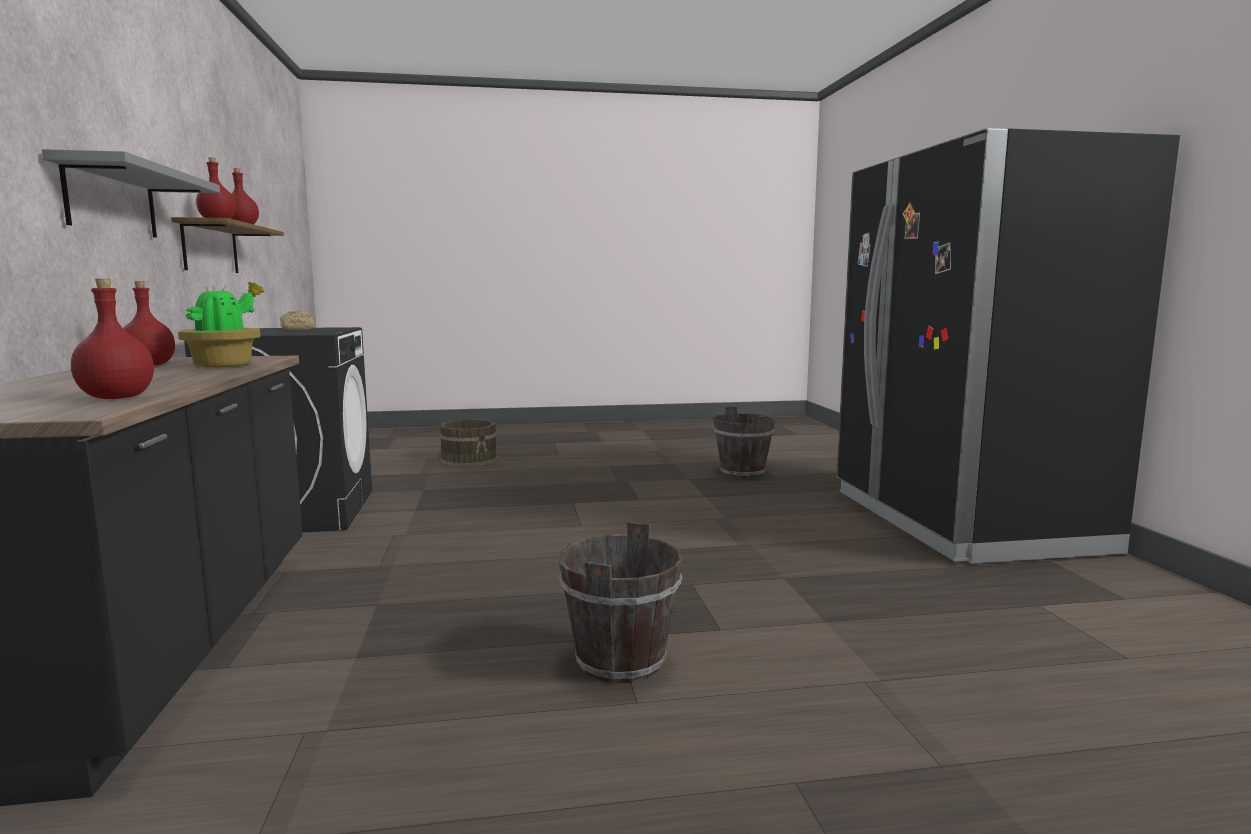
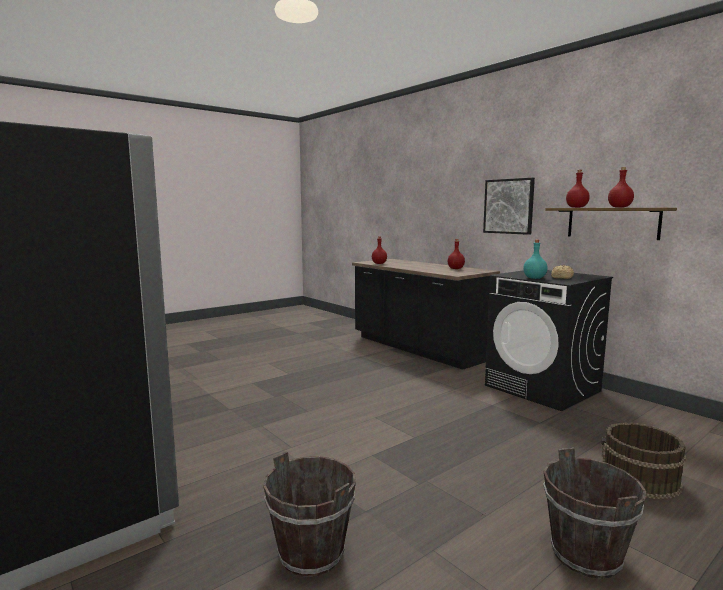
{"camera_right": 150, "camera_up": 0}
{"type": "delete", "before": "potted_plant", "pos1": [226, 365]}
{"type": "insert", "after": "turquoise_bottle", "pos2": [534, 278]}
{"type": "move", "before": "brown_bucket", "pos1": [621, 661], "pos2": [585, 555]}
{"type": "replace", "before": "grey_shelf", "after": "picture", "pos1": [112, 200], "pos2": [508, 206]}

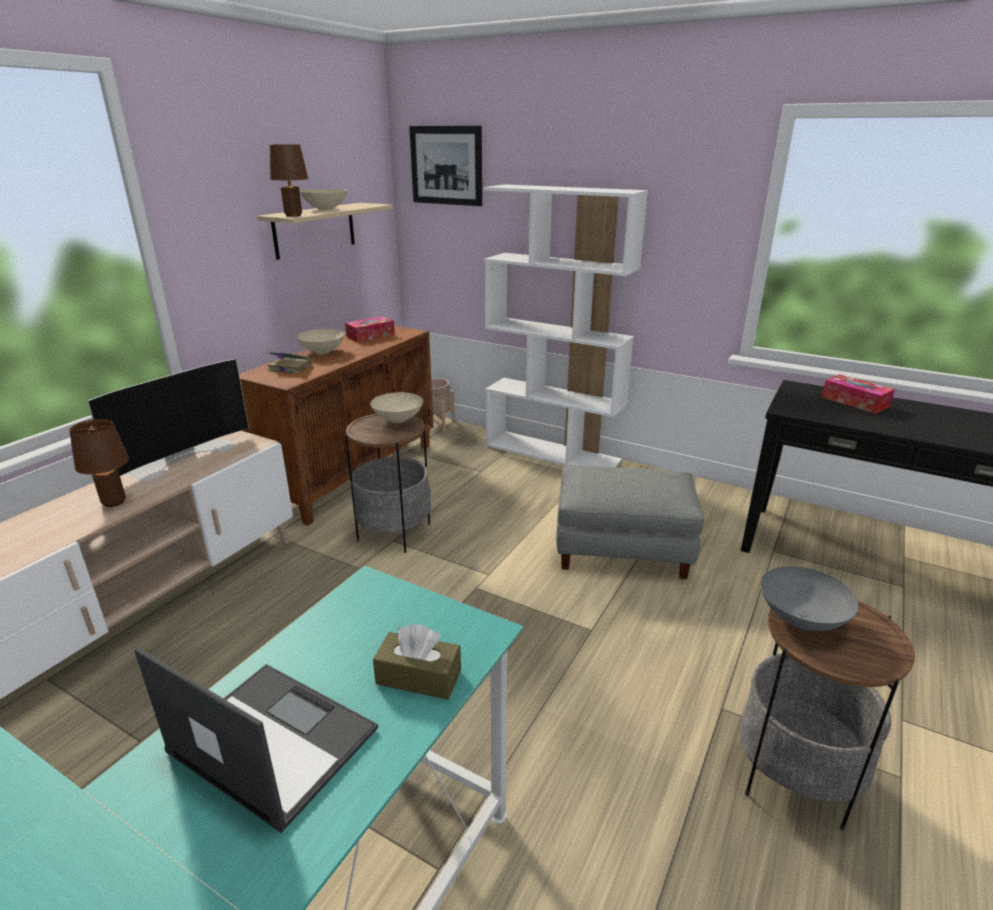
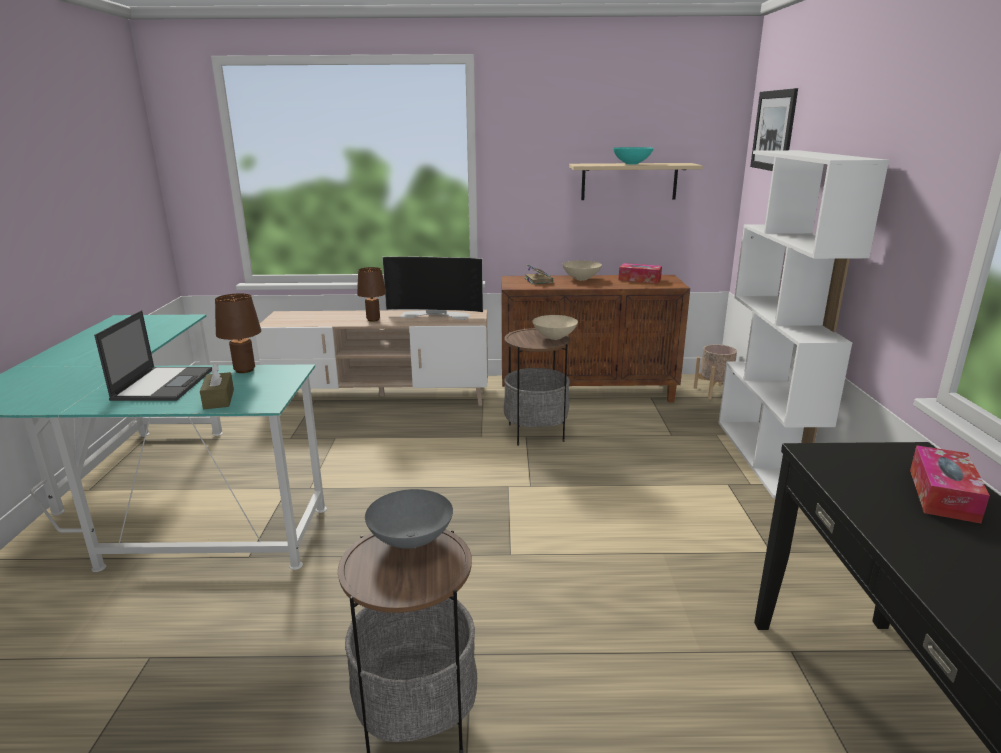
{"camera_right": 60, "camera_up": -5}
{"type": "delete", "before": "grey_ottoman", "pos1": [621, 549]}
{"type": "move", "before": "brown_table_lamp", "pos1": [293, 215], "pos2": [245, 370]}
{"type": "recolor", "before": "beige_bowl", "after": "turquoise_bowl", "pos1": [326, 209], "pos2": [632, 164]}

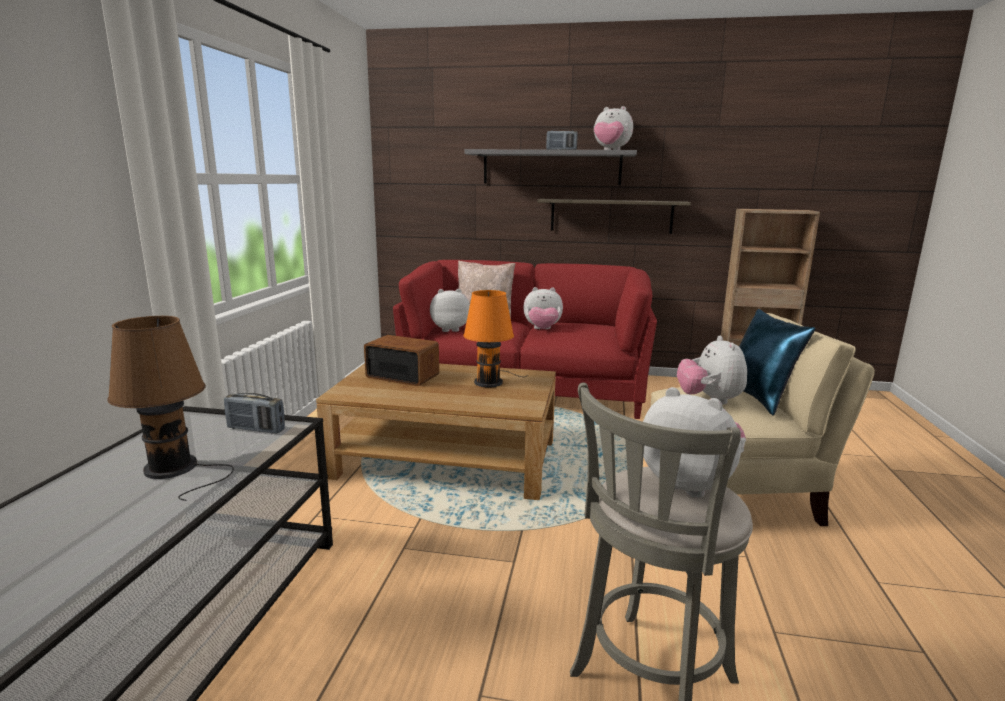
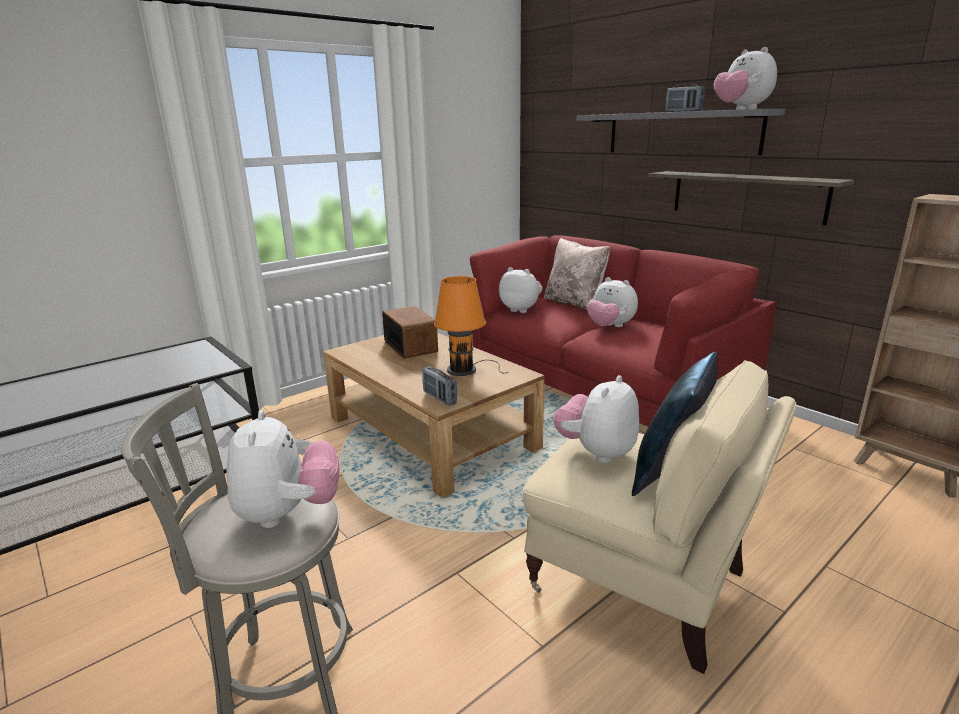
{"camera_right": 40, "camera_up": 5}
{"type": "delete", "before": "brown_table_lamp", "pos1": [175, 469]}
{"type": "move", "before": "radio", "pos1": [256, 429], "pos2": [439, 398]}

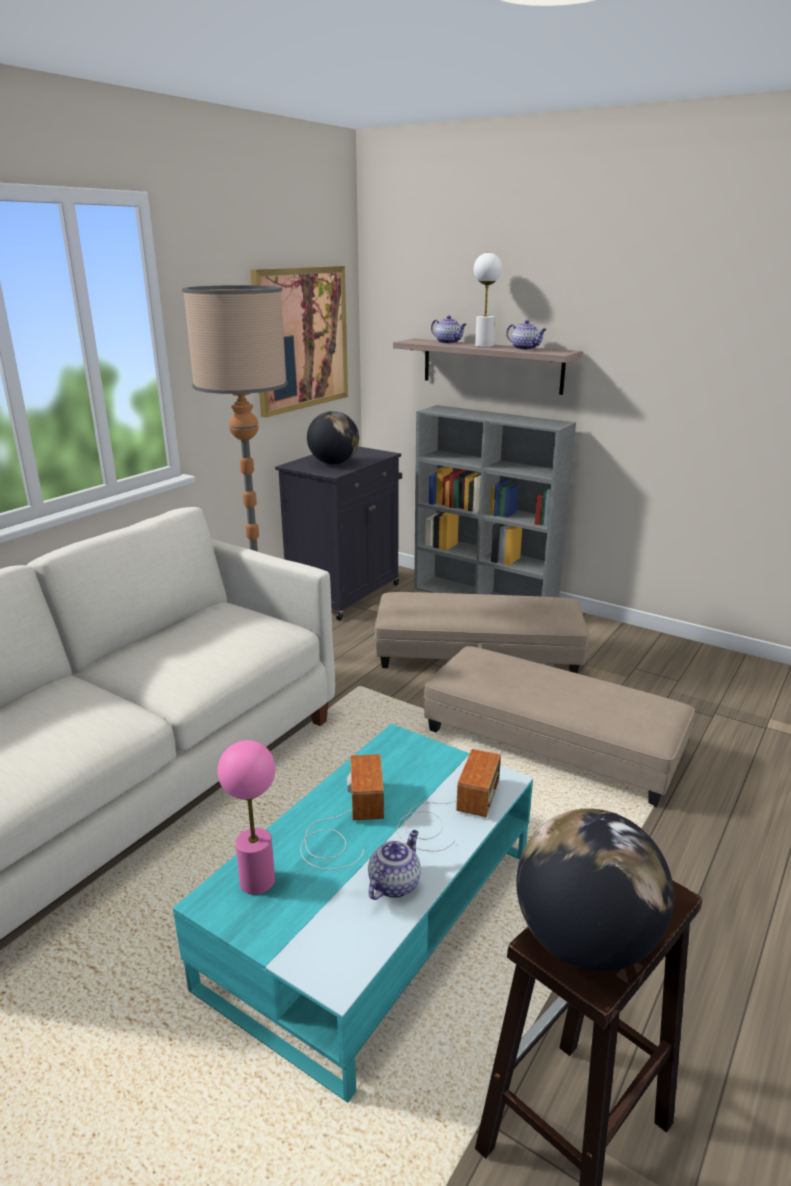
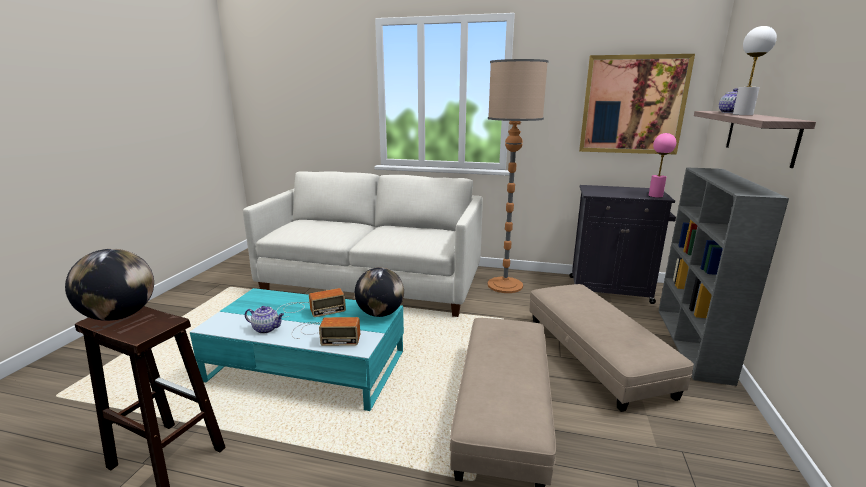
{"camera_right": 70, "camera_up": -5}
{"type": "delete", "before": "teapot", "pos1": [525, 349]}
{"type": "move", "before": "pink_table_lamp", "pos1": [257, 881], "pos2": [655, 196]}
{"type": "move", "before": "globe", "pos1": [333, 463], "pos2": [380, 313]}

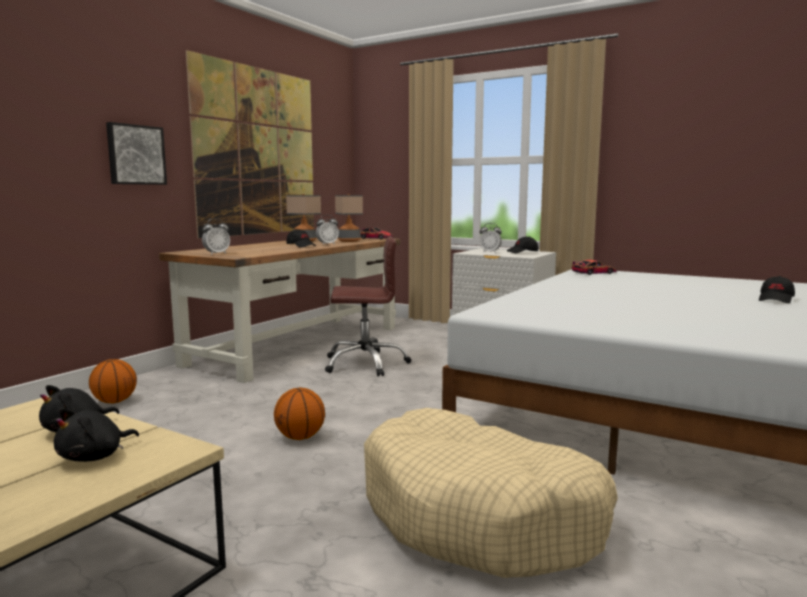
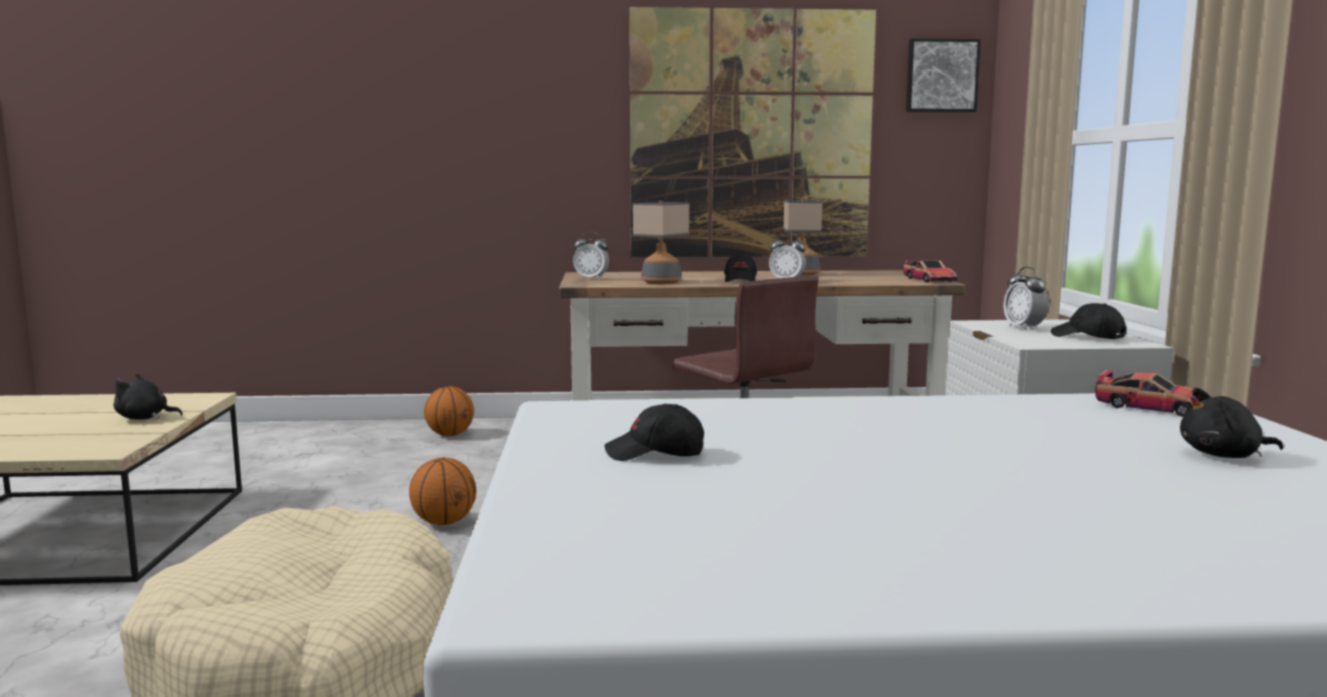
{"camera_right": 55, "camera_up": 0}
{"type": "move", "before": "black_plush_toy", "pos1": [95, 457], "pos2": [1224, 455]}
{"type": "move", "before": "picture", "pos1": [135, 155], "pos2": [941, 76]}
{"type": "move", "before": "table_lamp", "pos1": [349, 241], "pos2": [661, 282]}
{"type": "move", "before": "black_cap", "pos1": [776, 300], "pos2": [655, 454]}

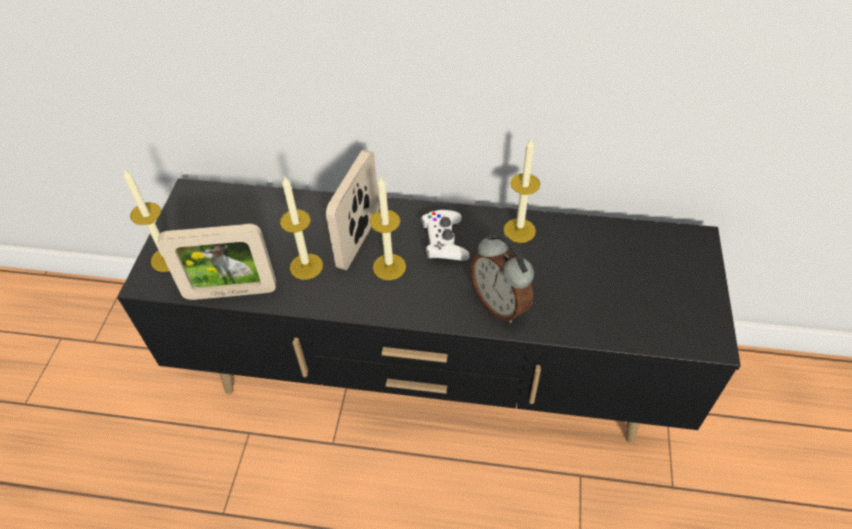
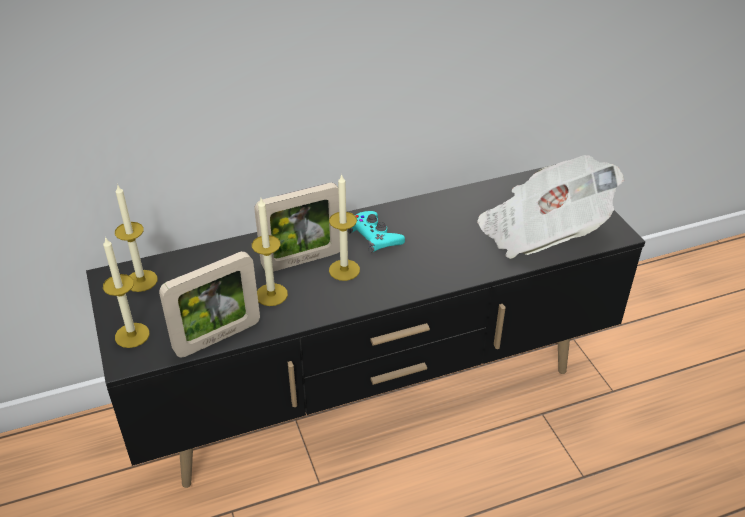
{"camera_right": -30, "camera_up": -10}
{"type": "delete", "before": "alarm_clock", "pos1": [500, 304]}
{"type": "insert", "after": "newspaper", "pos2": [542, 232]}
{"type": "move", "before": "candle", "pos1": [519, 230], "pos2": [141, 281]}
{"type": "recolor", "before": "white_game_controller", "after": "turquoise_game_controller", "pos1": [444, 241], "pos2": [374, 236]}
{"type": "rotate", "before": "picture_frame", "pos1": [359, 240], "pos2": [302, 260], "turn": -105}

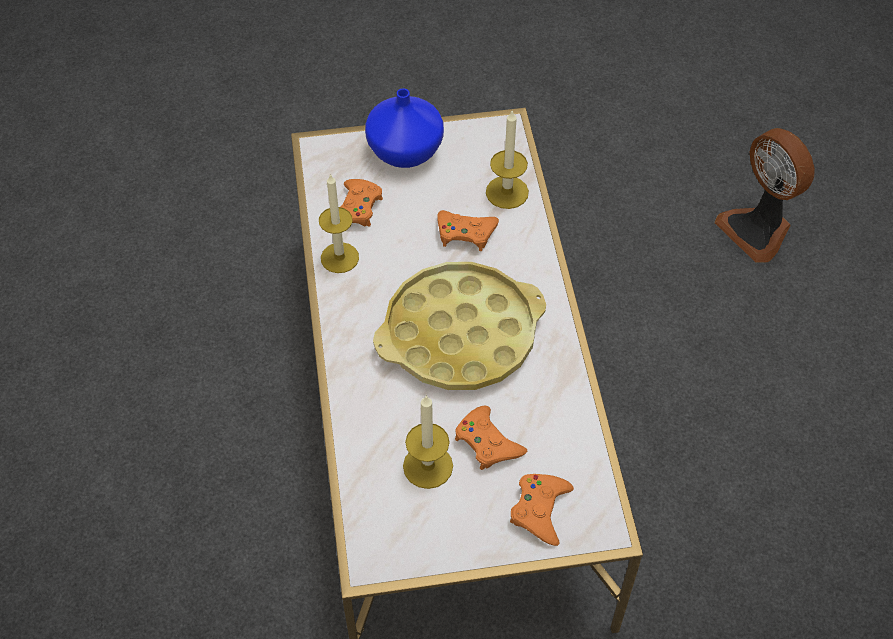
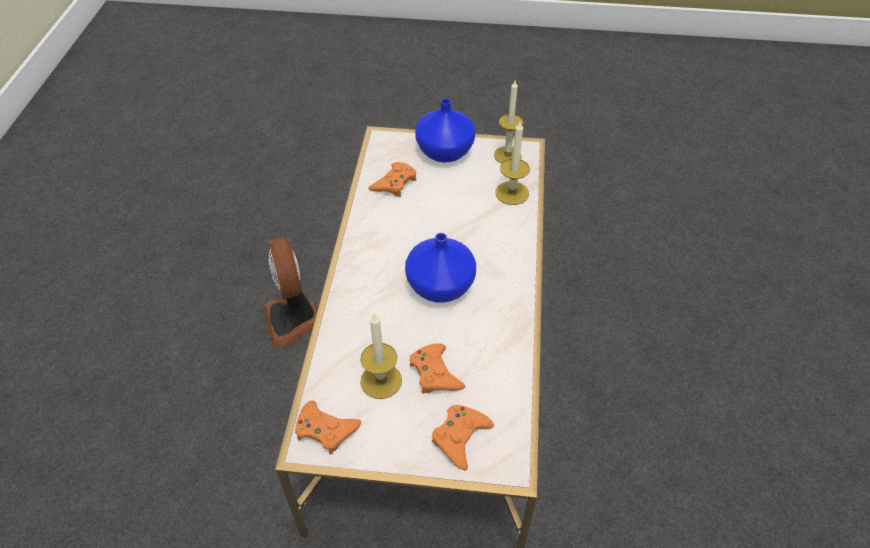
{"camera_right": 15, "camera_up": -5}
{"type": "move", "before": "candle", "pos1": [339, 257], "pos2": [507, 155]}
{"type": "move", "before": "orange_game_controller", "pos1": [465, 233], "pos2": [325, 430]}
{"type": "move", "before": "fan", "pos1": [757, 229], "pos2": [293, 319]}
{"type": "replace", "before": "yellow_tray", "after": "blue_vase", "pos1": [460, 334], "pos2": [441, 287]}

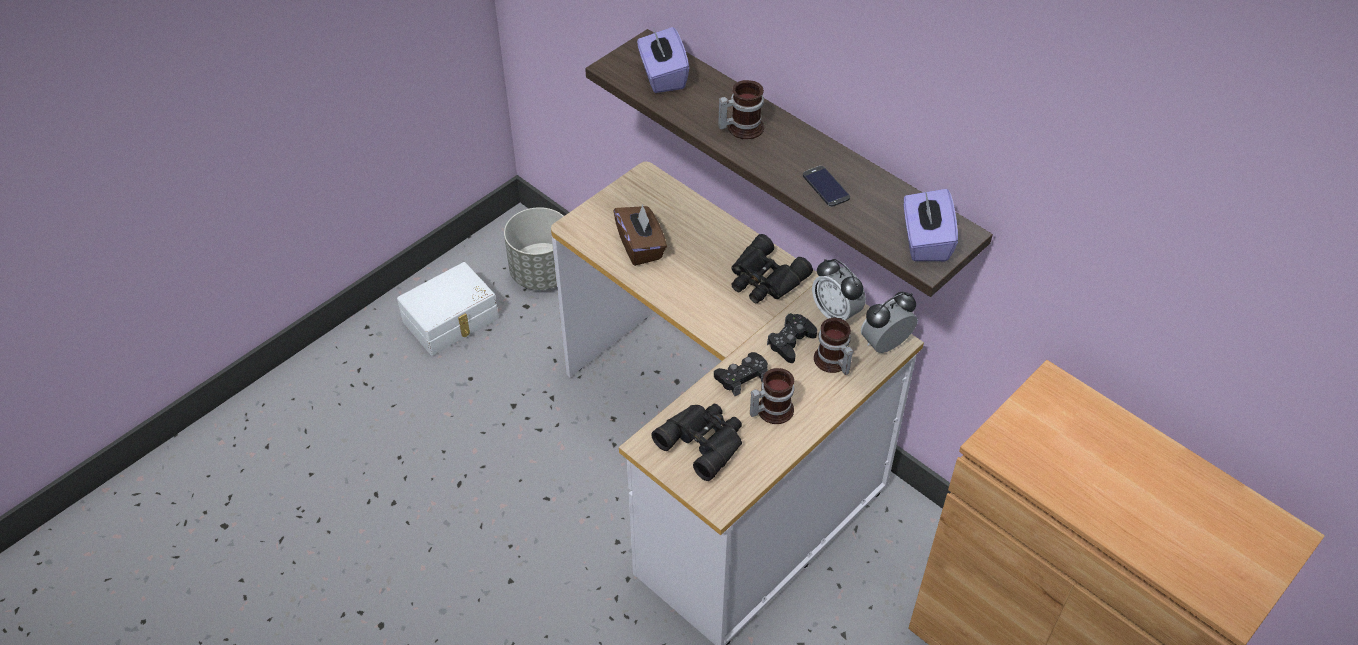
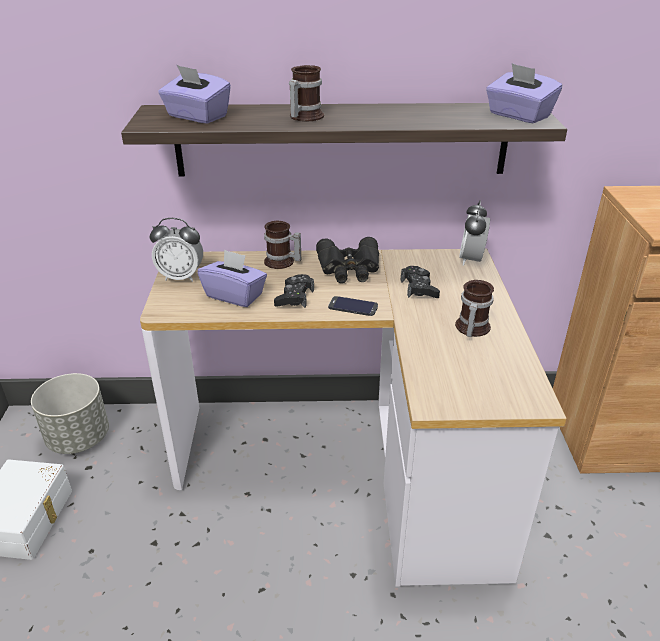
{"camera_right": -45, "camera_up": -15}
{"type": "delete", "before": "black_binoculars", "pos1": [704, 441]}
{"type": "move", "before": "black_game_controller", "pos1": [742, 377], "pos2": [294, 297]}
{"type": "move", "before": "phone", "pos1": [826, 186], "pos2": [353, 306]}
{"type": "move", "before": "alarm_clock", "pos1": [835, 313], "pos2": [181, 277]}
{"type": "move", "before": "mug", "pos1": [832, 362], "pos2": [281, 262]}
{"type": "recolor", "before": "brown_tissue_box", "after": "purple_tissue_box", "pos1": [641, 246], "pos2": [235, 295]}

